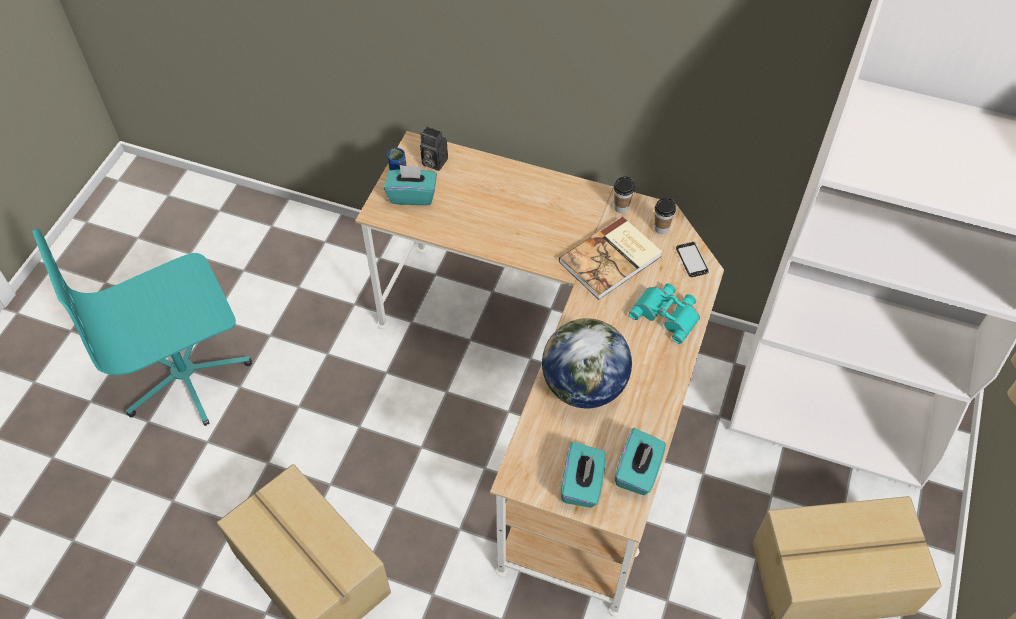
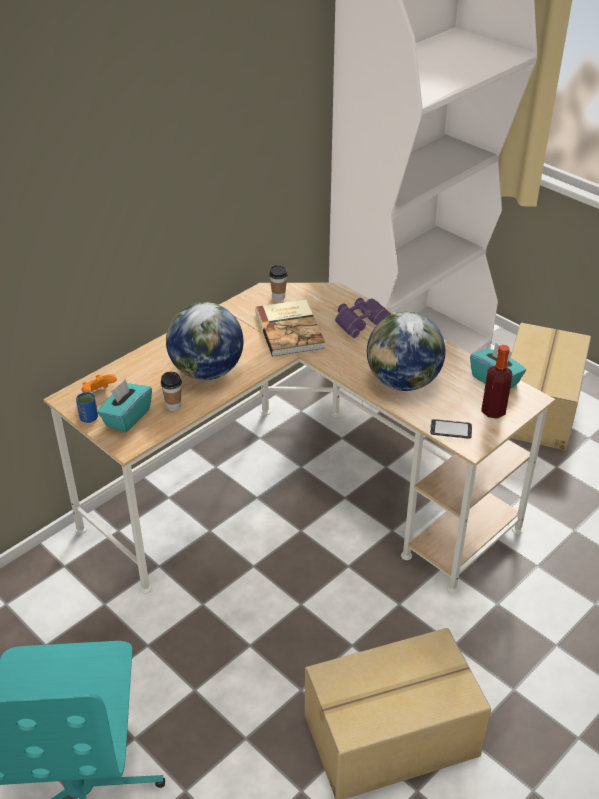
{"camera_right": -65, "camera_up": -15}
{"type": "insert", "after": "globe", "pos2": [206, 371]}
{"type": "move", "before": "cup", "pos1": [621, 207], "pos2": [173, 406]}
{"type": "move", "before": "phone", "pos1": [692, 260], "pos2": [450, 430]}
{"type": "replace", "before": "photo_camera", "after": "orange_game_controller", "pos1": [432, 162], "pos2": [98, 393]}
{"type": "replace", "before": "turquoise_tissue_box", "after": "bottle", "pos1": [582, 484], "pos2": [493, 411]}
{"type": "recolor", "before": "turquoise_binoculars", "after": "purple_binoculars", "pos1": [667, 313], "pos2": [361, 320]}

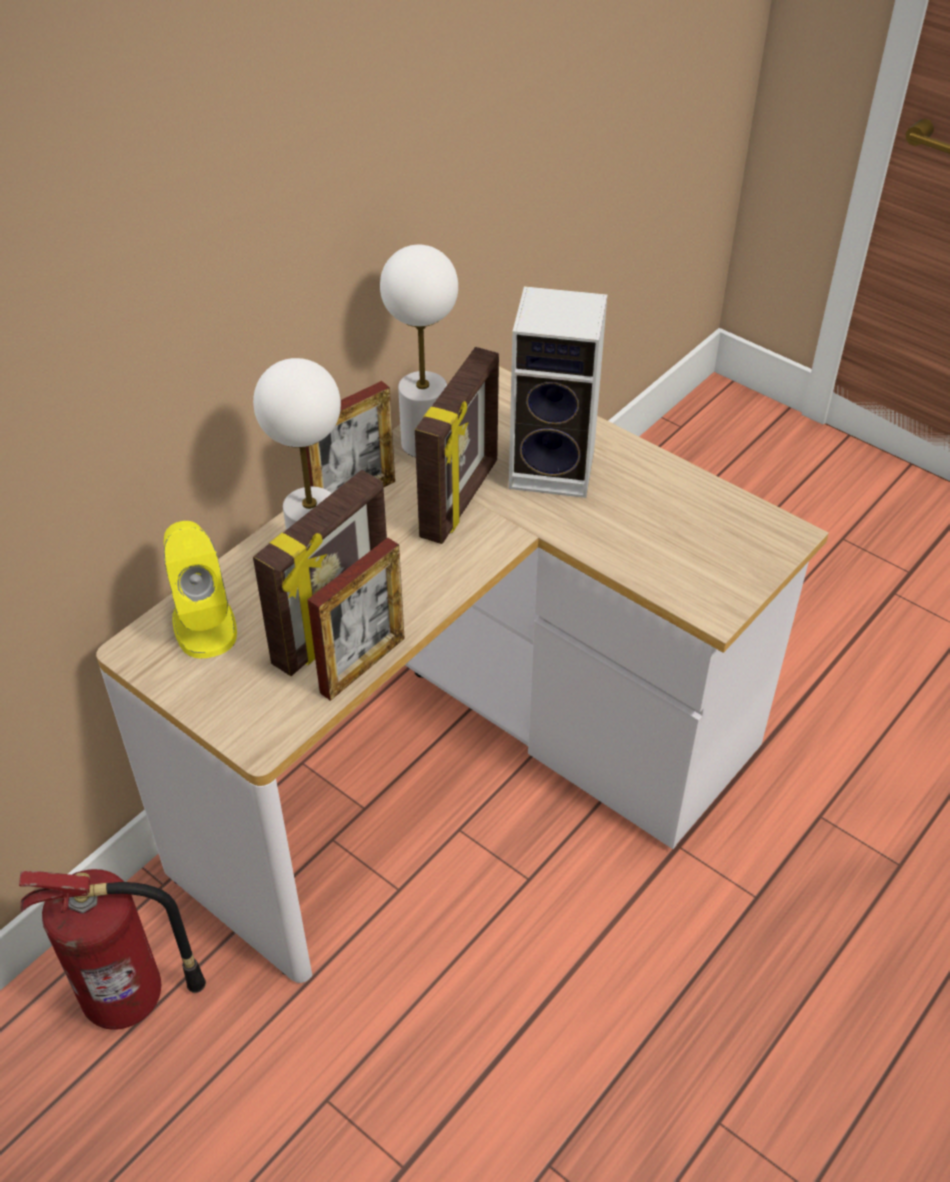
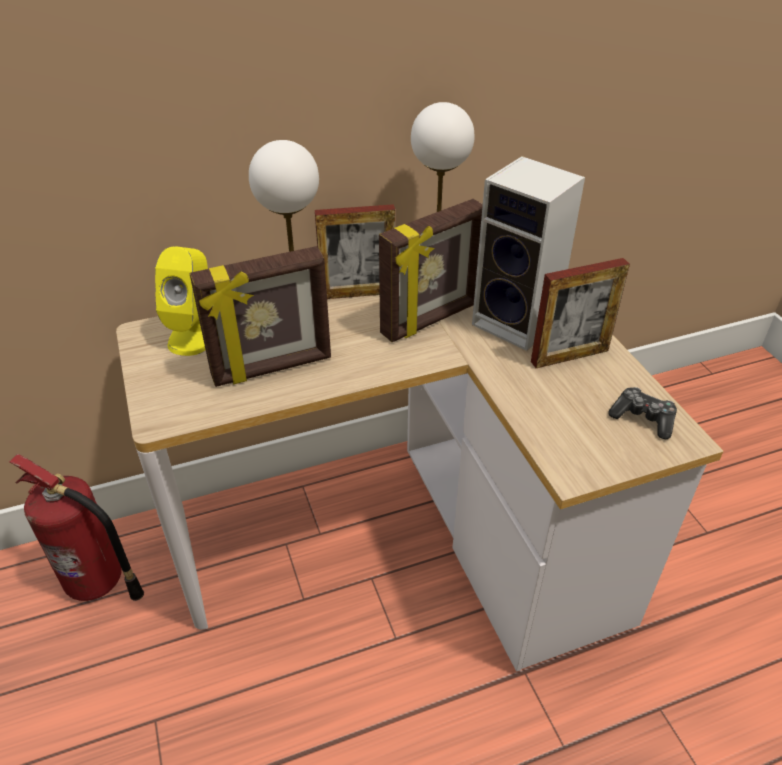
{"camera_right": 30, "camera_up": -5}
{"type": "insert", "after": "game_controller", "pos2": [643, 418]}
{"type": "move", "before": "picture_frame", "pos1": [362, 665], "pos2": [569, 356]}

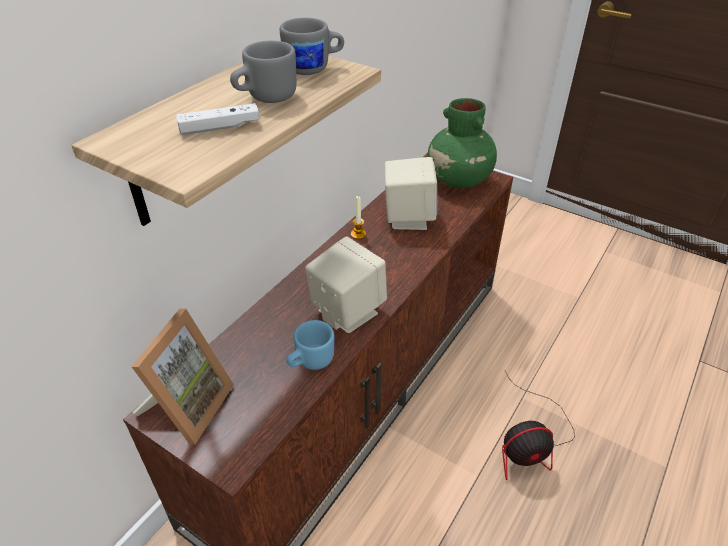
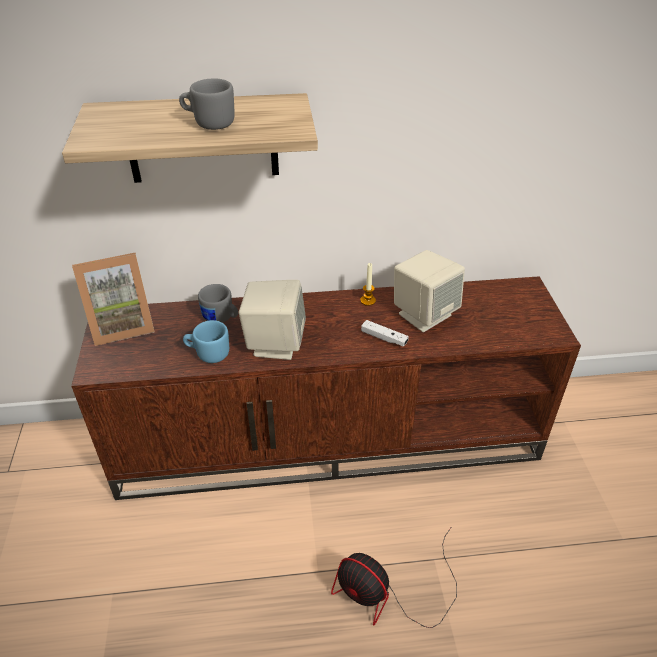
{"camera_right": 50, "camera_up": 0}
{"type": "delete", "before": "green_vase", "pos1": [458, 180]}
{"type": "move", "before": "white_game_controller", "pos1": [220, 127], "pos2": [384, 338]}
{"type": "move", "before": "grey_mug", "pos1": [314, 69], "pos2": [221, 318]}

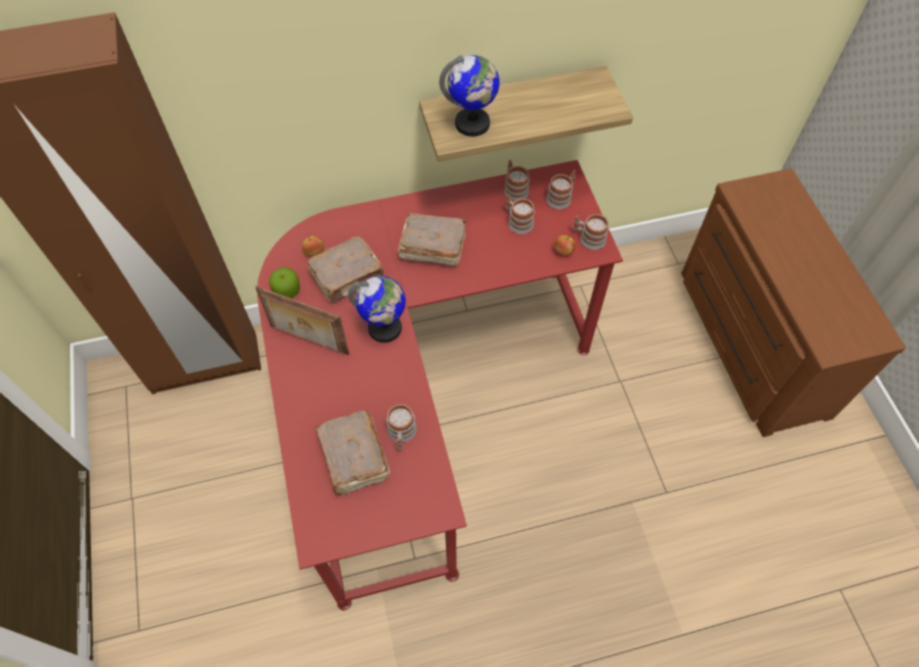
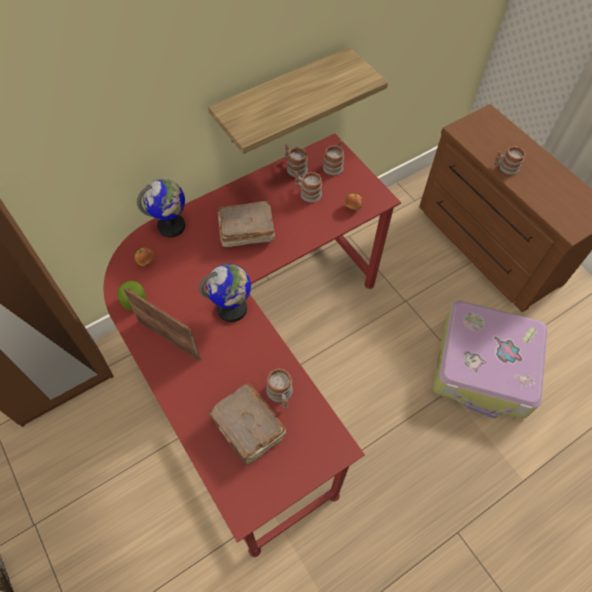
{"camera_right": -20, "camera_up": 0}
{"type": "delete", "before": "brown_book", "pos1": [348, 277]}
{"type": "insert", "after": "suitcase", "pos2": [485, 367]}
{"type": "move", "before": "globe", "pos1": [472, 124], "pos2": [172, 226]}
{"type": "move", "before": "mug", "pos1": [588, 238], "pos2": [505, 167]}
{"type": "rotate", "before": "picture_frame", "pos1": [308, 341], "pos2": [170, 339], "turn": -150}

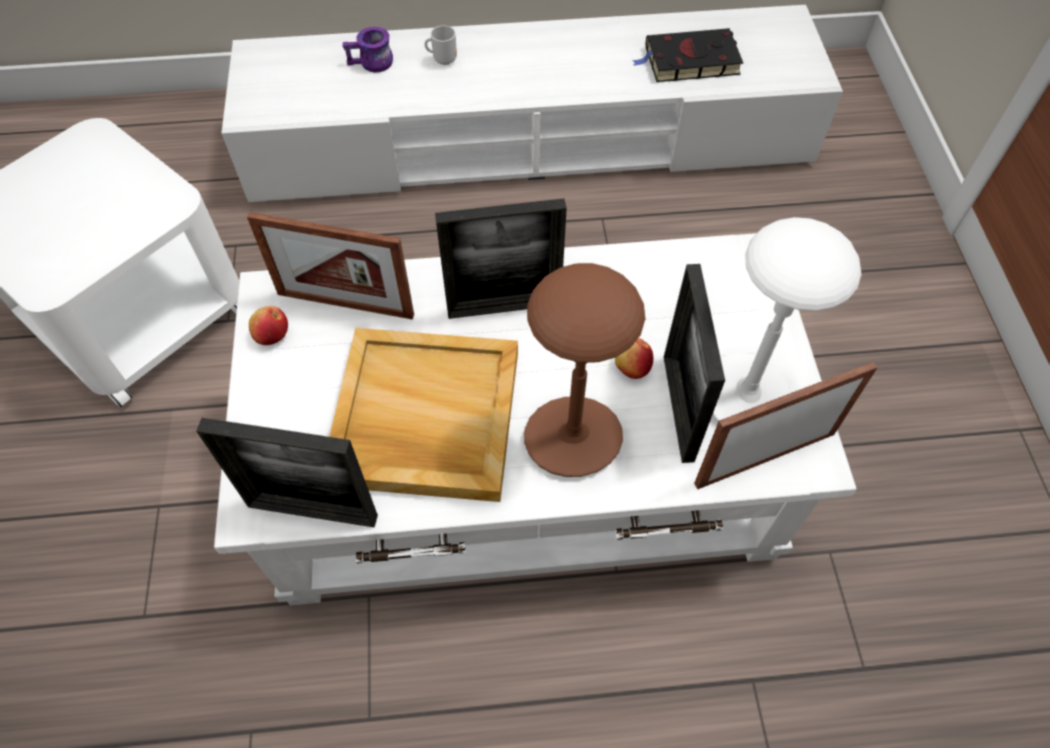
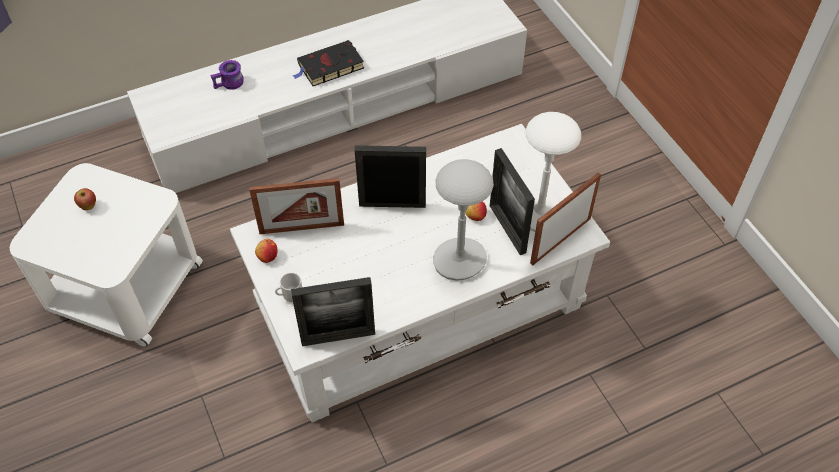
{"camera_right": -20, "camera_up": -5}
{"type": "delete", "before": "beige_tray", "pos1": [423, 418]}
{"type": "insert", "after": "apple", "pos2": [88, 206]}
{"type": "move", "before": "mug", "pos1": [443, 60], "pos2": [291, 296]}
{"type": "move", "before": "black_book", "pos1": [689, 61], "pos2": [329, 67]}
{"type": "recolor", "before": "brown_table_lamp", "after": "grey_table_lamp", "pos1": [572, 440], "pos2": [459, 261]}
{"type": "rotate", "before": "picture_frame", "pos1": [504, 307], "pos2": [392, 204], "turn": -150}

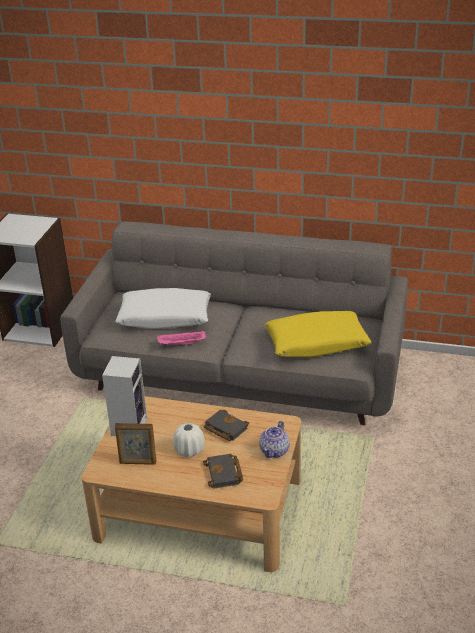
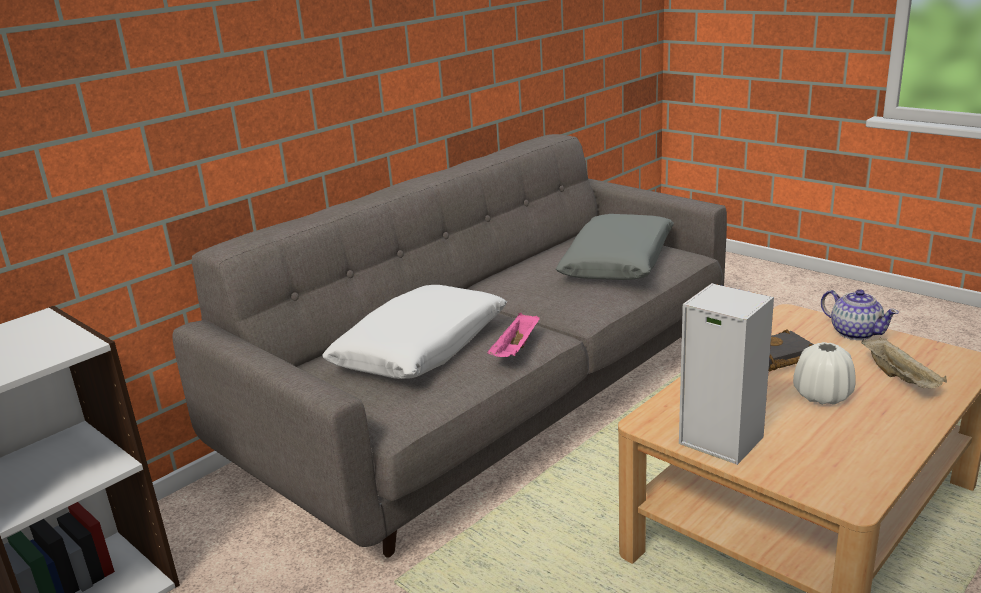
{"camera_right": -60, "camera_up": -10}
{"type": "delete", "before": "picture_frame", "pos1": [138, 463]}
{"type": "replace", "before": "black_book", "after": "beige_tray", "pos1": [225, 474], "pos2": [901, 378]}
{"type": "recolor", "before": "yellow_pillow", "after": "grey_pillow", "pos1": [316, 343], "pos2": [618, 262]}

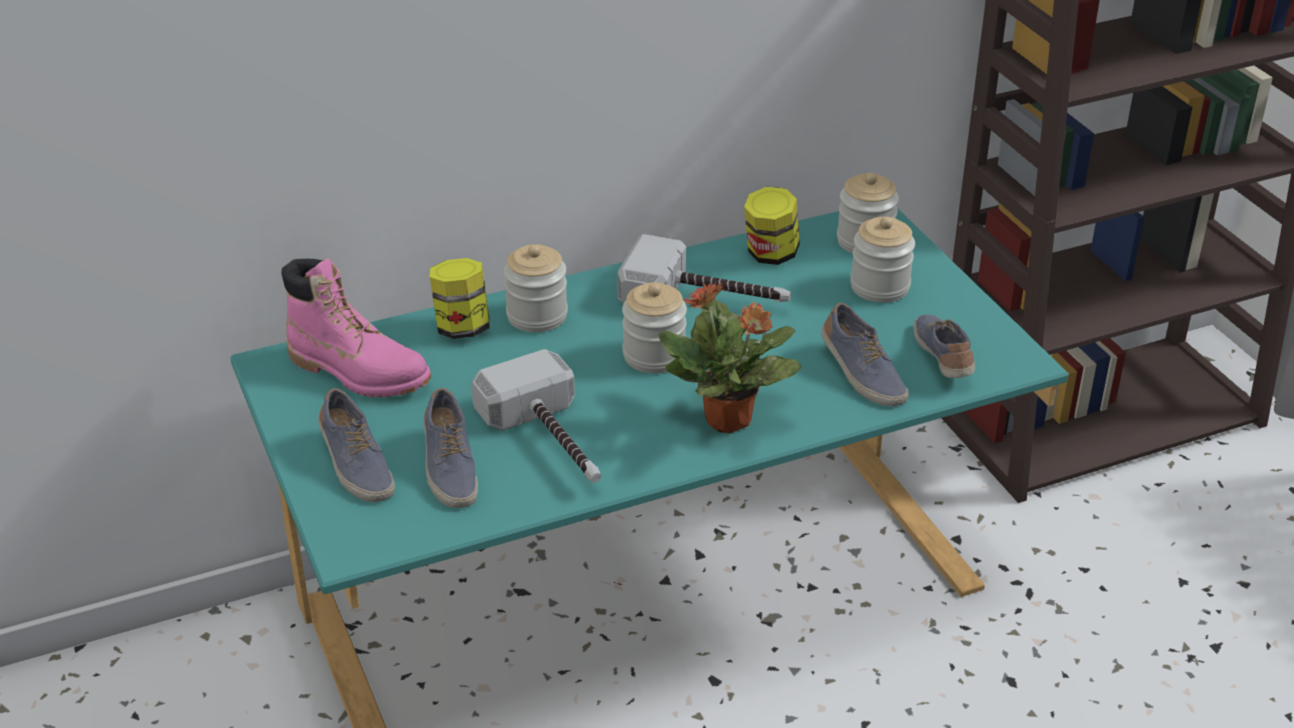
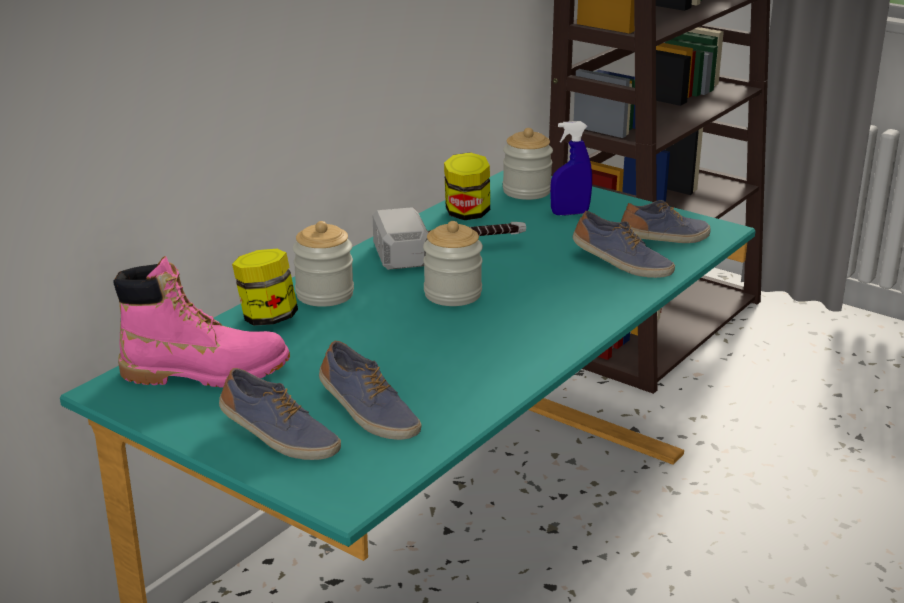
{"camera_right": -30, "camera_up": -10}
{"type": "delete", "before": "hammer", "pos1": [552, 442]}
{"type": "delete", "before": "potted_plant", "pos1": [729, 420]}
{"type": "replace", "before": "jar", "after": "blue_spray_bottle", "pos1": [879, 287], "pos2": [570, 213]}
{"type": "rotate", "before": "shoe", "pos1": [943, 358], "pos2": [665, 241], "turn": 105}

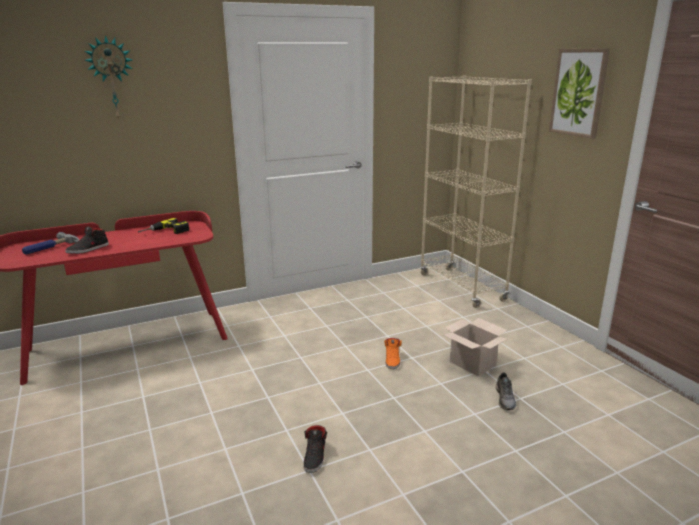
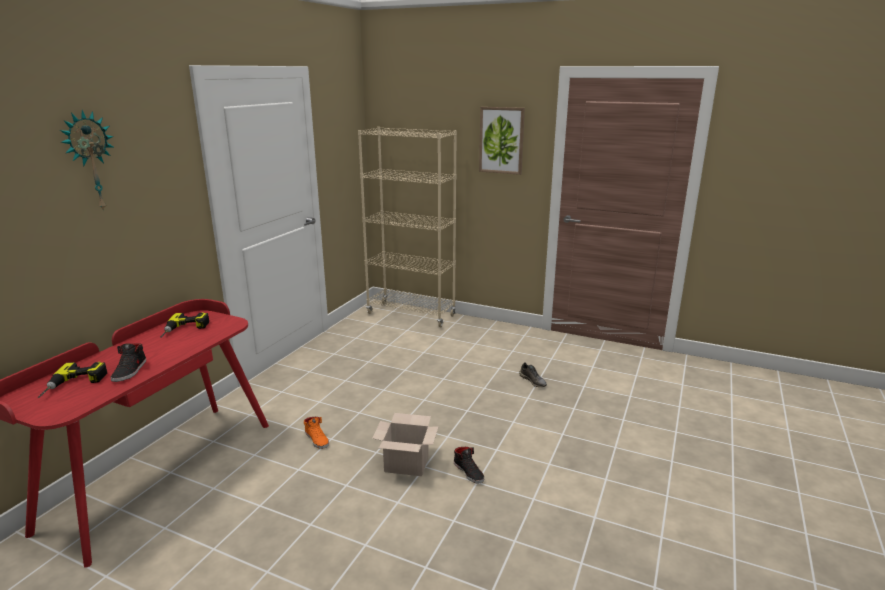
{"camera_right": -40, "camera_up": 0}
{"type": "move", "before": "orange_shoe", "pos1": [392, 360], "pos2": [317, 439]}
{"type": "move", "before": "cardboard_box", "pos1": [473, 363], "pos2": [408, 463]}
{"type": "replace", "before": "hammer", "after": "power_drill", "pos1": [51, 248], "pos2": [74, 385]}

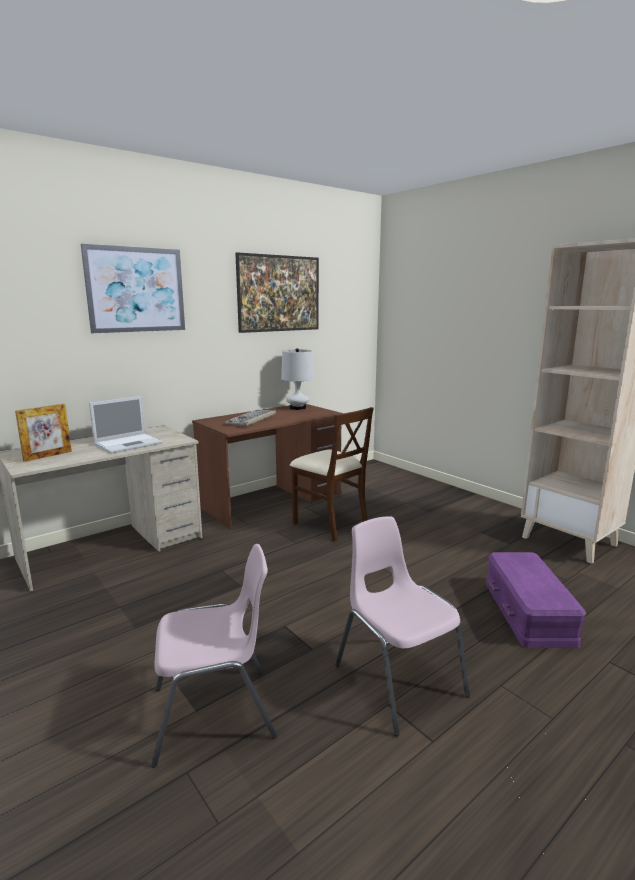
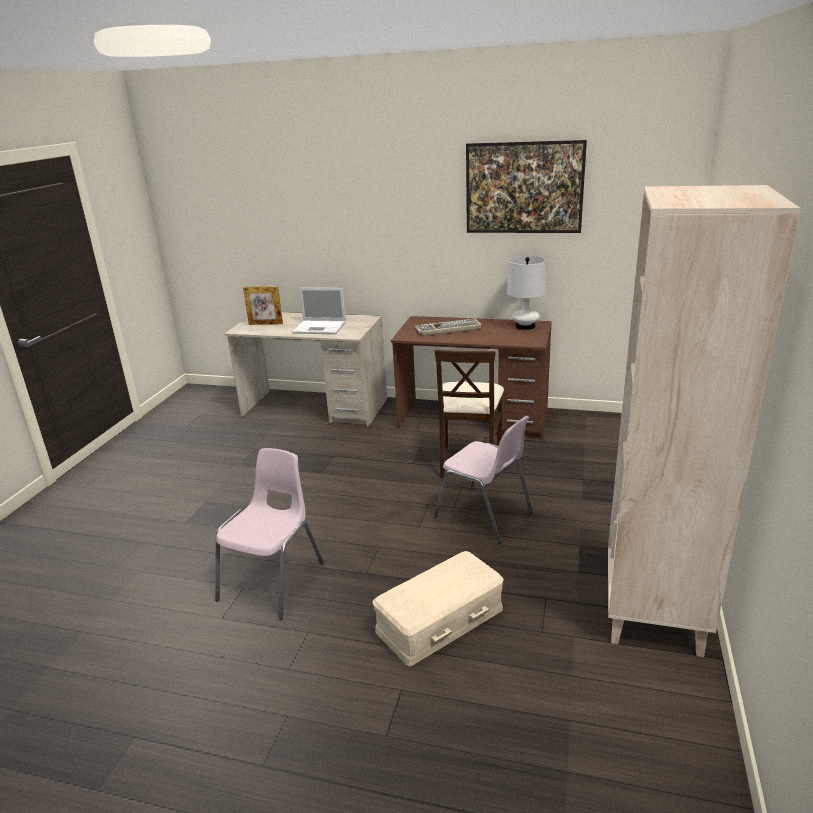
{"camera_right": 55, "camera_up": 10}
{"type": "delete", "before": "picture", "pos1": [136, 290]}
{"type": "move", "before": "pink_chair", "pos1": [215, 713], "pos2": [484, 515]}
{"type": "recolor", "before": "purple_storage_box", "after": "beige_storage_box", "pos1": [527, 611], "pos2": [439, 619]}

